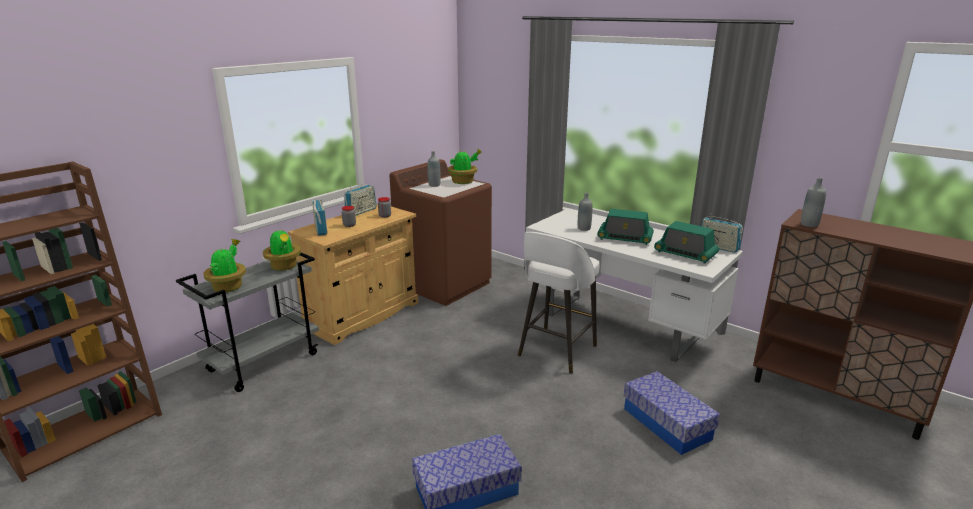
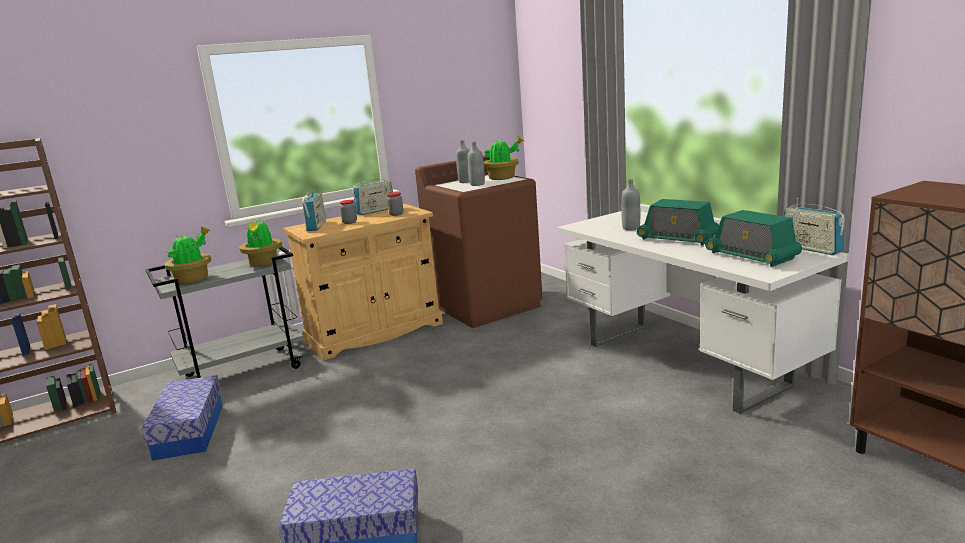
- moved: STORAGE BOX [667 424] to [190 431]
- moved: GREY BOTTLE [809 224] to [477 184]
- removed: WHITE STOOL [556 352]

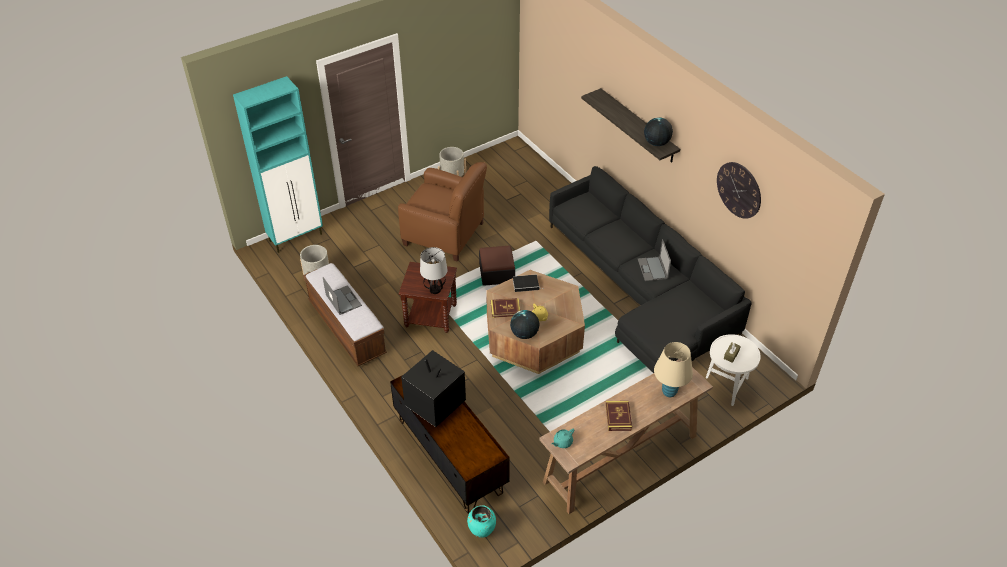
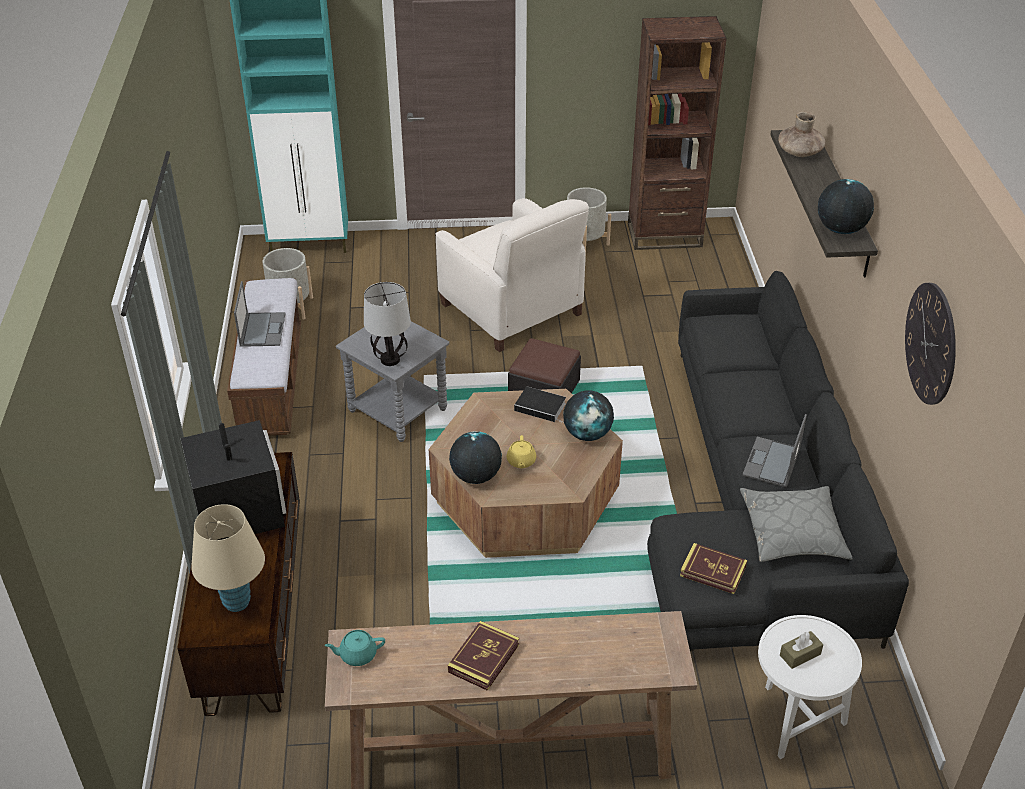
- moved: BEIGE TABLE LAMP [669 392] to [236 602]
- recoloured: BROWN SIDE TABLE [431 315] to GREY SIDE TABLE [398 410]
- recoloured: BROWN ARMCHAIR [445 234] to WHITE ARMCHAIR [512 310]
- added: GLOBE [587 434]
- added: BROWN BOOKCASE [664 235]
- moved: BOOK [505 309] to [713 571]
- added: GREY PILLOW [793 533]
- added: BROWN VASE [799 152]
- removed: TURQUOISE VASE [481 531]

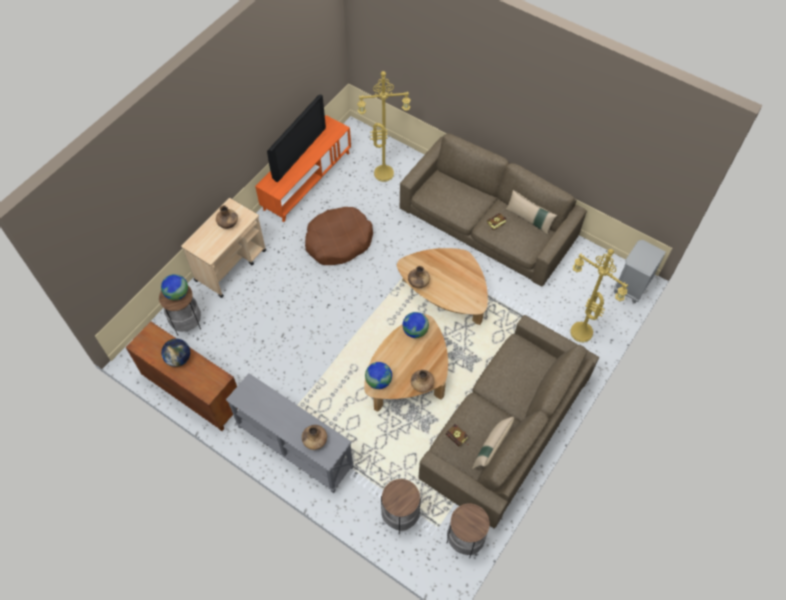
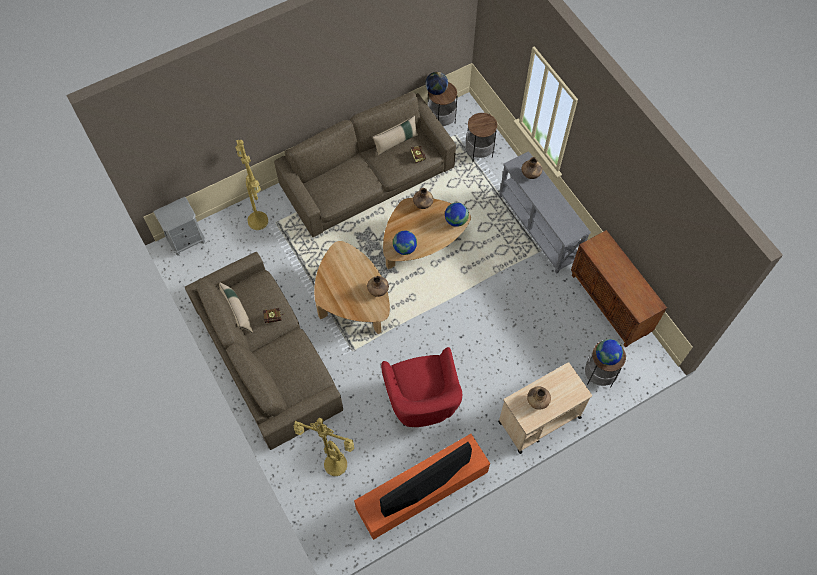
- replaced: BROWN DOG BED [338 241] to RED ARMCHAIR [422 400]
- moved: GLOBE [179 358] to [436 90]

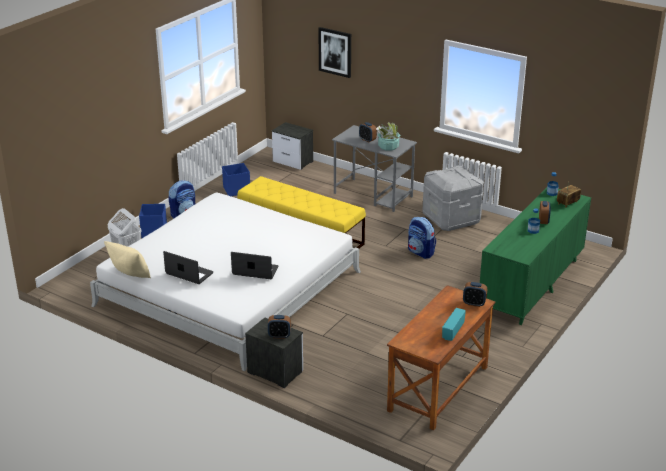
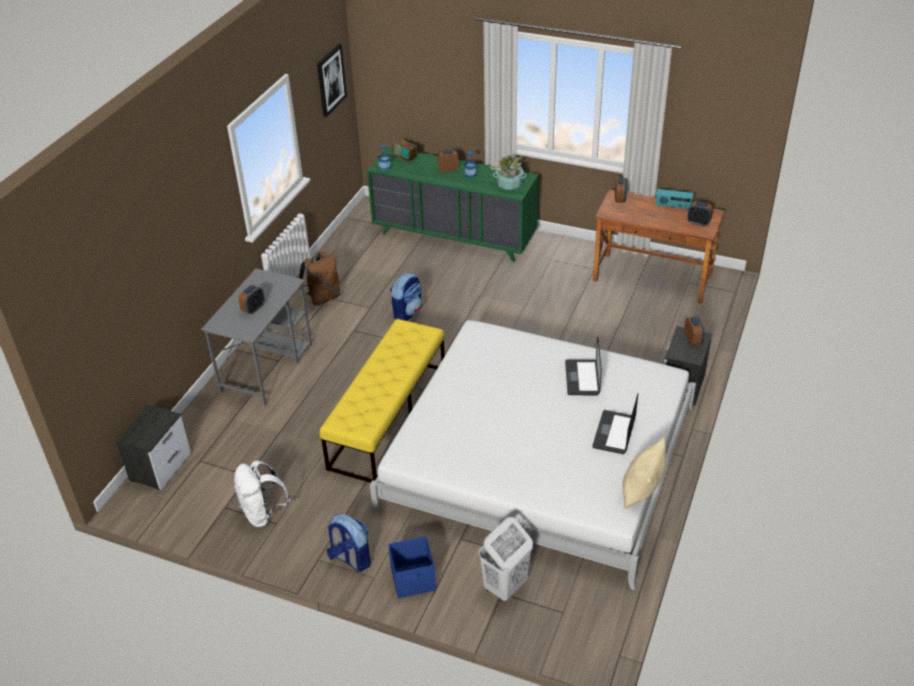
- replaced: BLUE STORAGE BOX [236 190] to WHITE BACKPACK [263 513]
- replaced: GREY STORAGE BOX [451 219] to BROWN BACKPACK [323 298]
- moved: PICTURE [335 52] to [331 80]
- moved: POTTED PLANT [388 146] to [509 184]
- added: ALARM CLOCK [698 223]

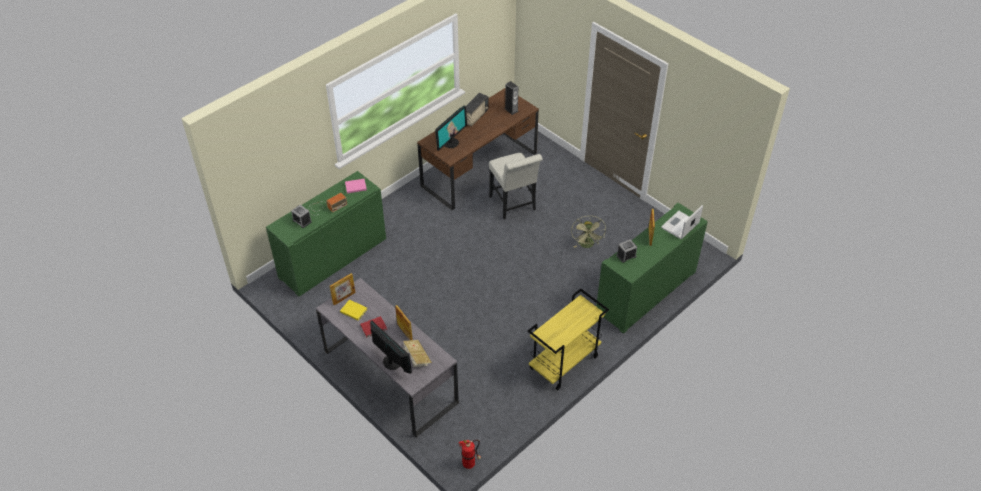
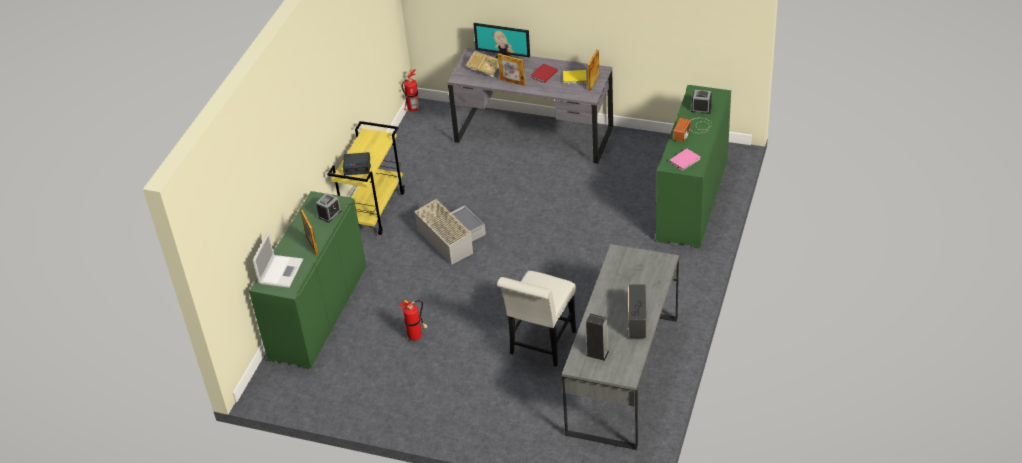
- added: ALARM CLOCK [357 166]
- replaced: GREEN FAN [587 245] to FIRE EXTINGUISHER [416 336]
- added: GREY STORAGE BOX [451 237]
- turned: WHITE CHAIR [514 205] = [540 346] 105 degrees counterclockwise
- recoloured: BROWN DESK [479 170] to GREY DESK [623 374]
- removed: MONITOR [451 143]

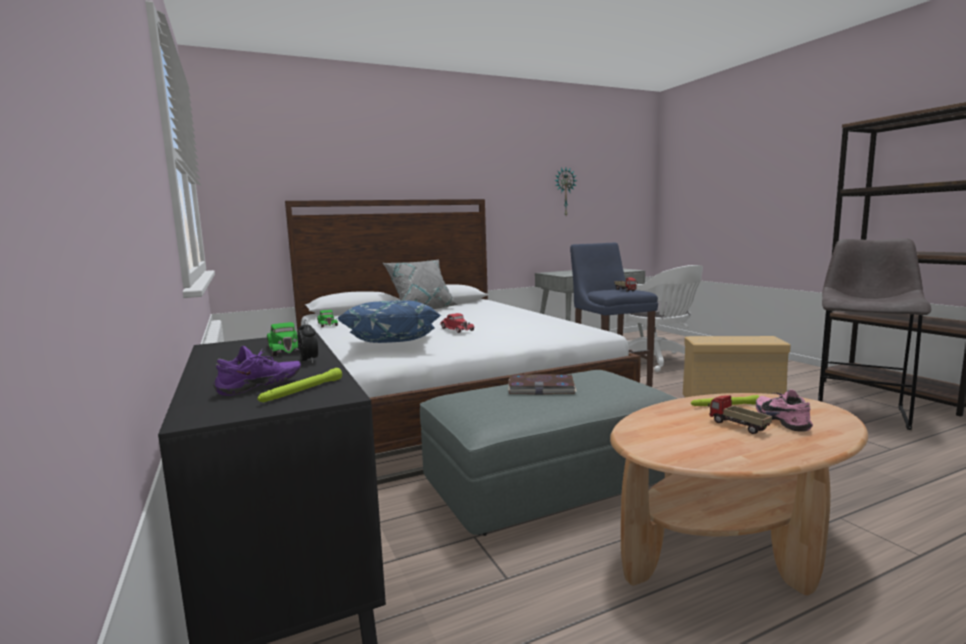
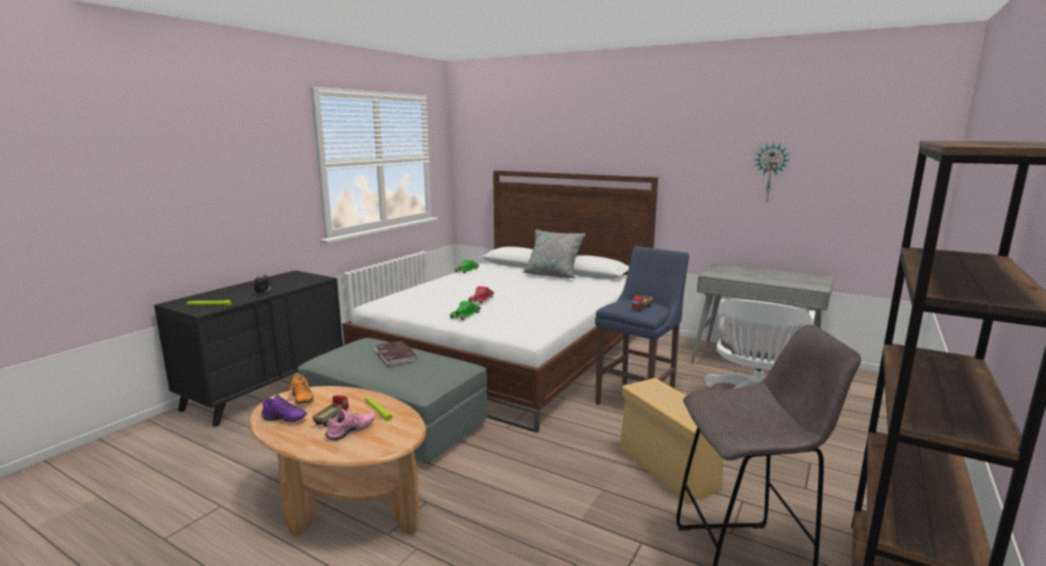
- moved: PURPLE SHOE [260 387] to [283 420]
- added: ORANGE SHOE [300 399]
- moved: GREEN TOY CAR [285 348] to [466 315]
- removed: BLUE PILLOW [392 344]

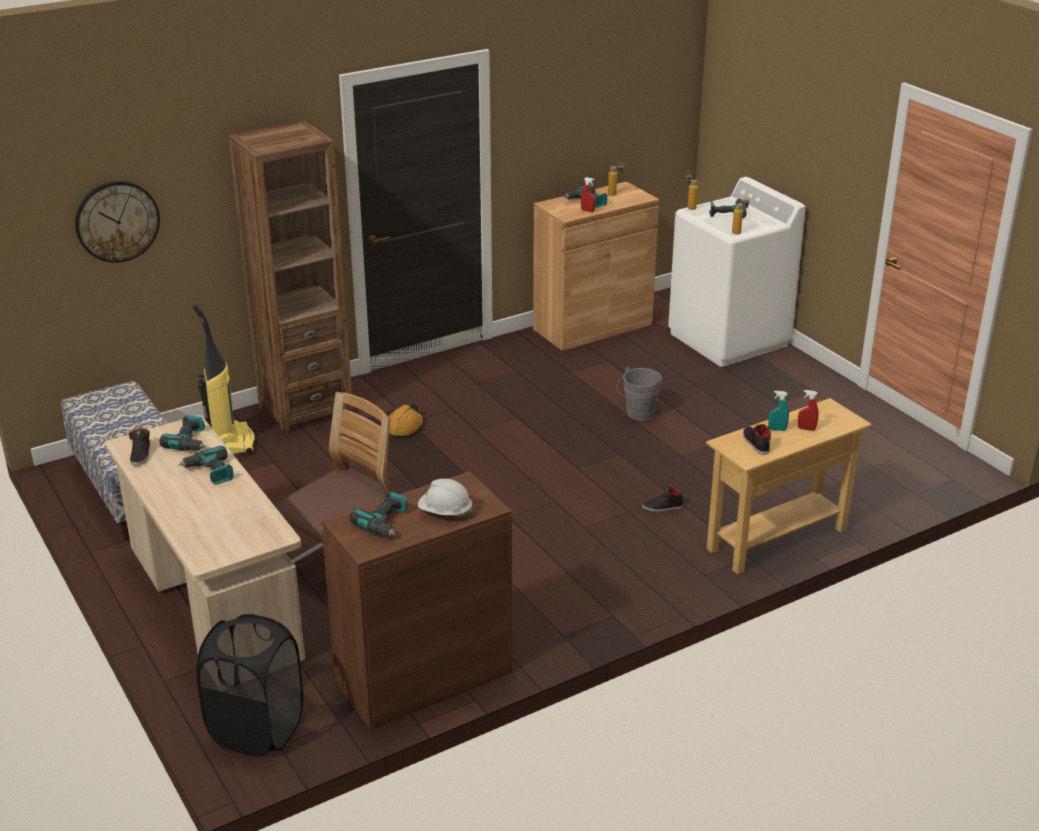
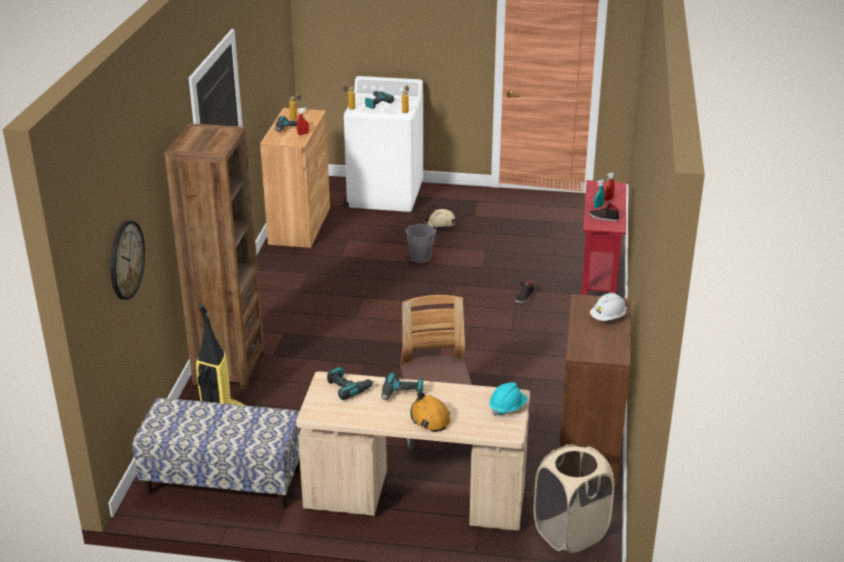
- moved: ORANGE HARD HAT [404 427] to [430 418]
- added: BEIGE HARD HAT [440 224]
- added: TURQUOISE HARD HAT [507 408]
- recoloured: BLACK LAUNDRY BASKET [257 730] to BEIGE LAUNDRY BASKET [570 532]
- recoloured: BEIGE CONSOLE TABLE [777 539] to RED CONSOLE TABLE [598 280]
- removed: BLACK SHOE [141 454]
- removed: POWER DRILL [386 523]

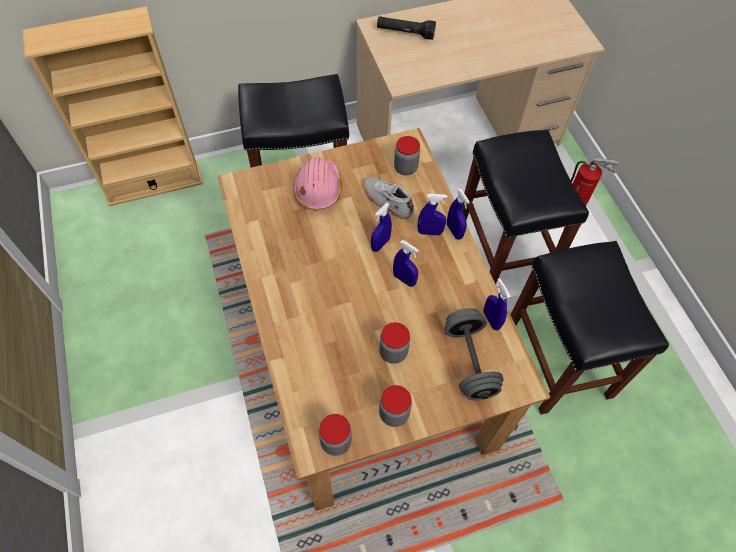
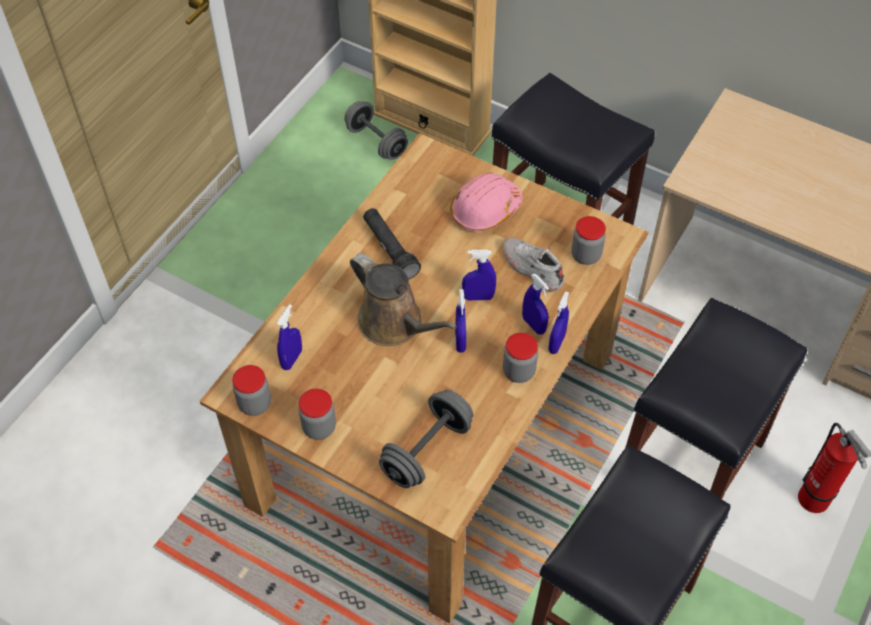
- moved: BLUE SPRAY BOTTLE [491 320] to [292 359]
- added: GREY DUMBBELL [376 142]
- added: BROWN WATERING CAN [395 324]
- moved: BLACK FLASHLIGHT [405 33] to [389 250]
- turned: WHITE SHOE [387 201] = [531 268] 45 degrees counterclockwise
- moved: JAR [393 352] to [519 371]

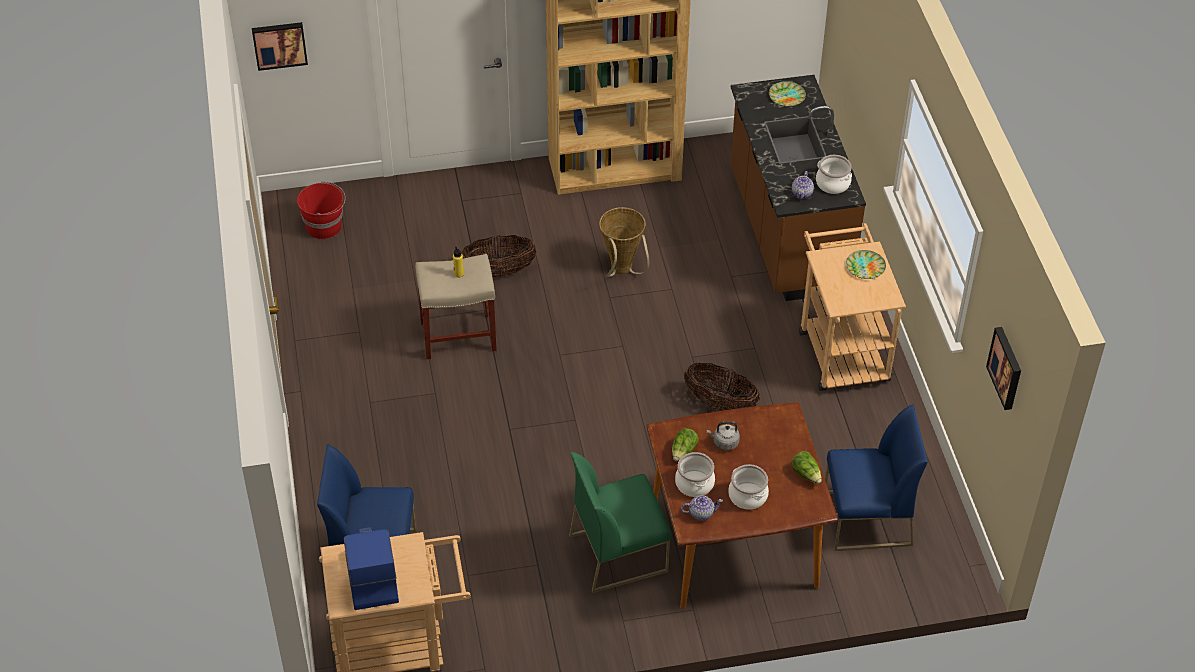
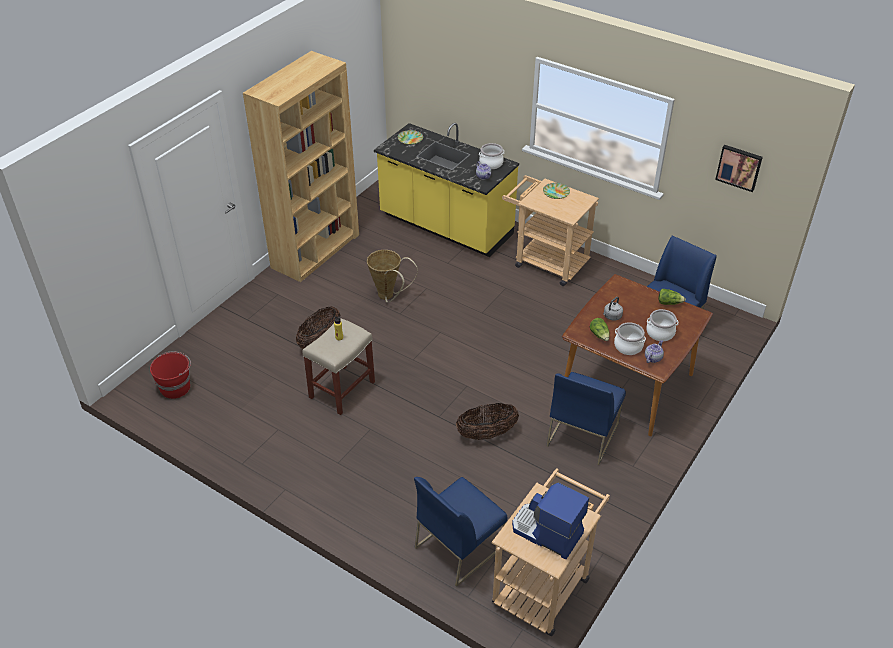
- recoloured: BROWN COUNTER [786 232] to YELLOW COUNTER [445 226]
- moved: BASKET [720 404] to [486 434]
- recoloured: GREEN CHAIR [618 552] to BLUE CHAIR [582 434]
- removed: PICTURE [279 44]

